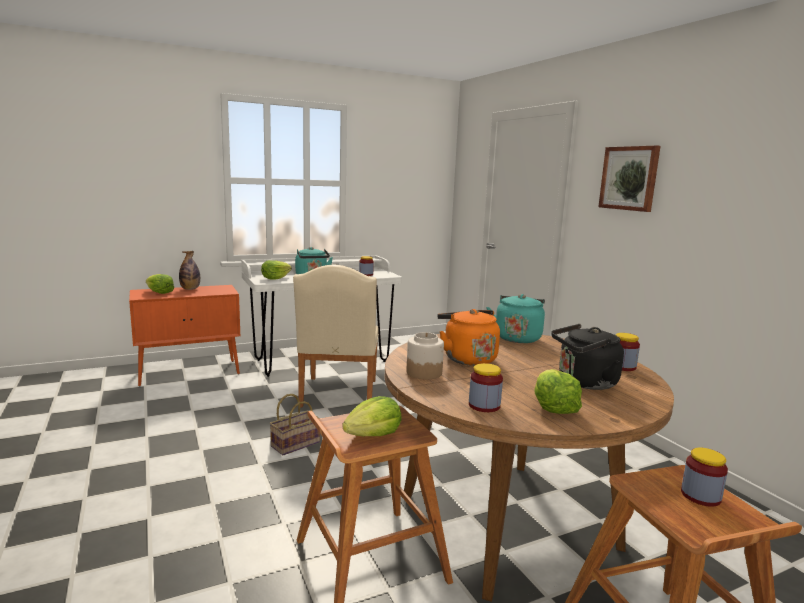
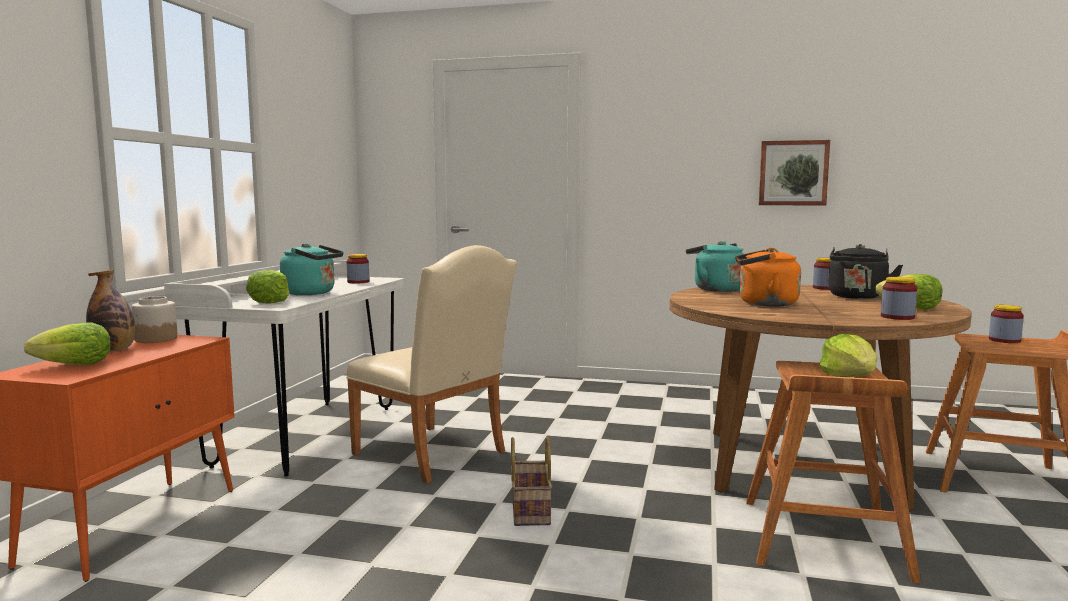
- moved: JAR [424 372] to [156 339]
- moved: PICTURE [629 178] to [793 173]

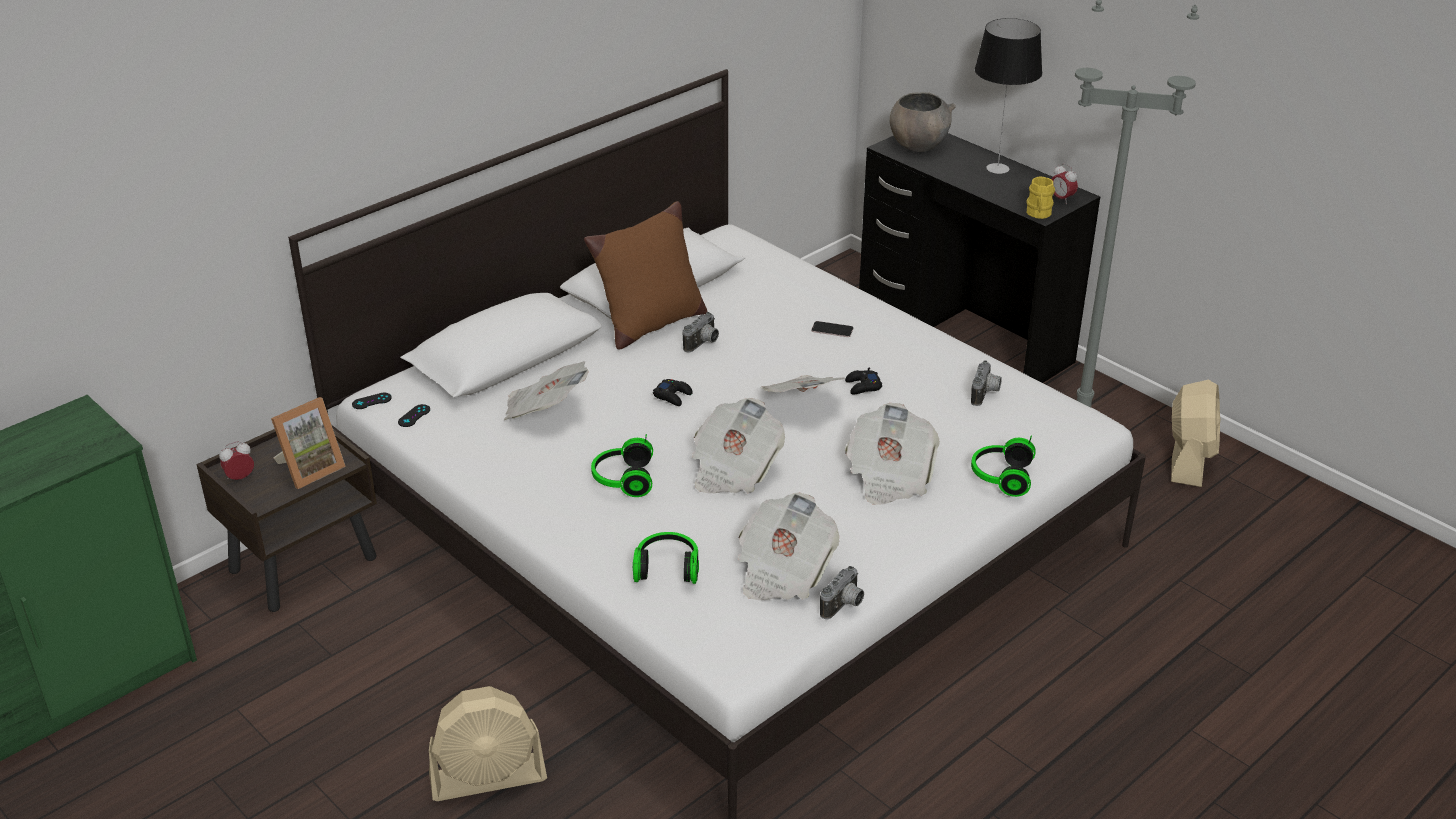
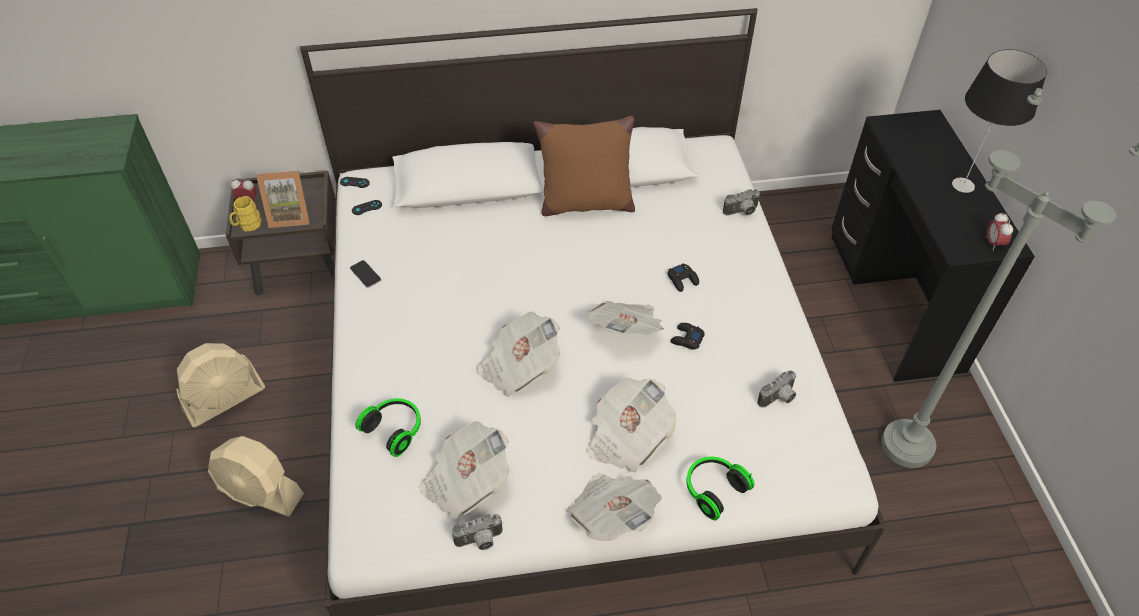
- moved: BEIGE FAN [1189 459] to [225 399]
- moved: YELLOW MUG [1038 214] to [247 225]
- moved: PHONE [832 330] to [365 274]
- moved: NEWSPAPER [545 410] to [612 514]
- moved: BLACK GAME CONTROLLER [673 396] to [682 280]
- moved: PHOTO CAMERA [703 344] to [742 212]
- removed: HEADPHONES [622 480]
- removed: GREY BOWL [918 145]

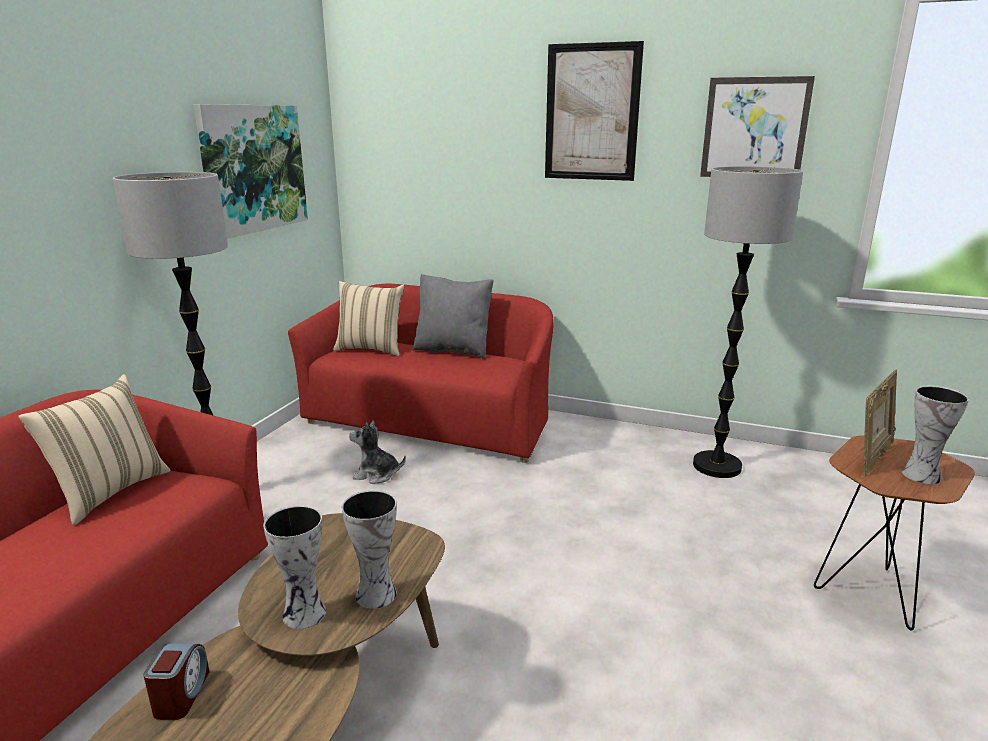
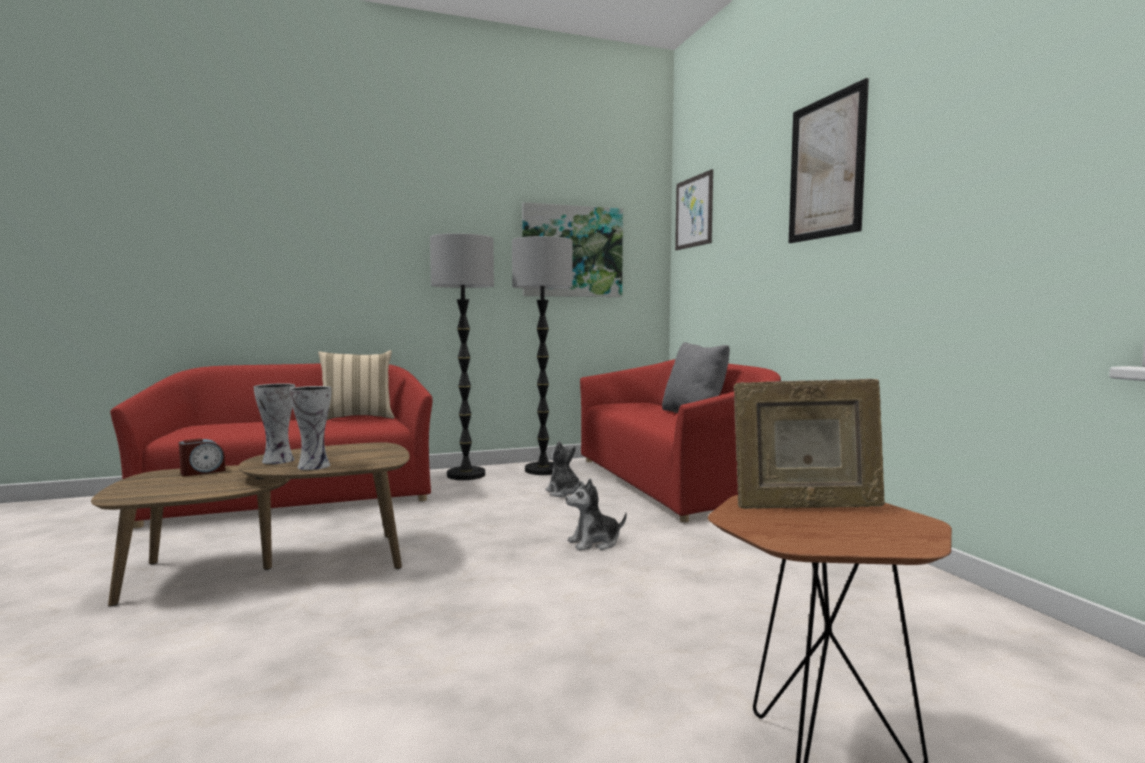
- moved: FLOOR LAMP [716 466] to [543 470]
- added: PLUSH TOY [594 543]
- moved: PICTURE [754 128] to [694 212]
- removed: BEIGE PILLOW [371 349]
- removed: VASE [920 474]

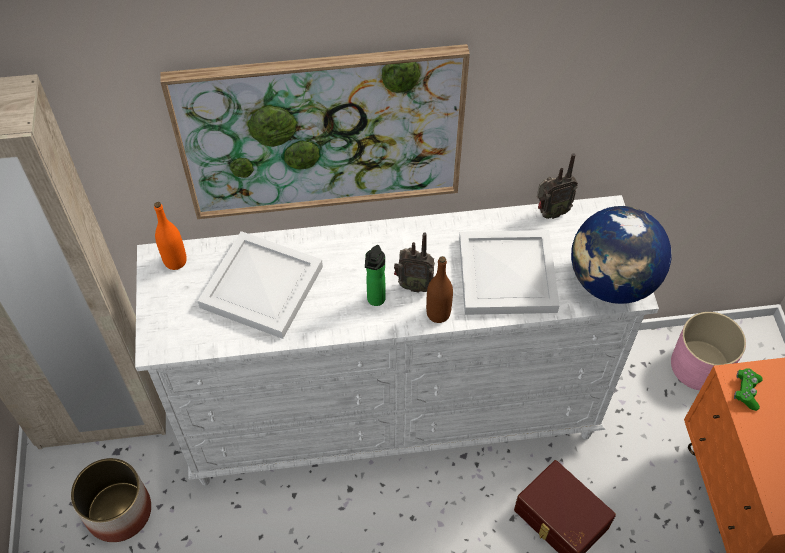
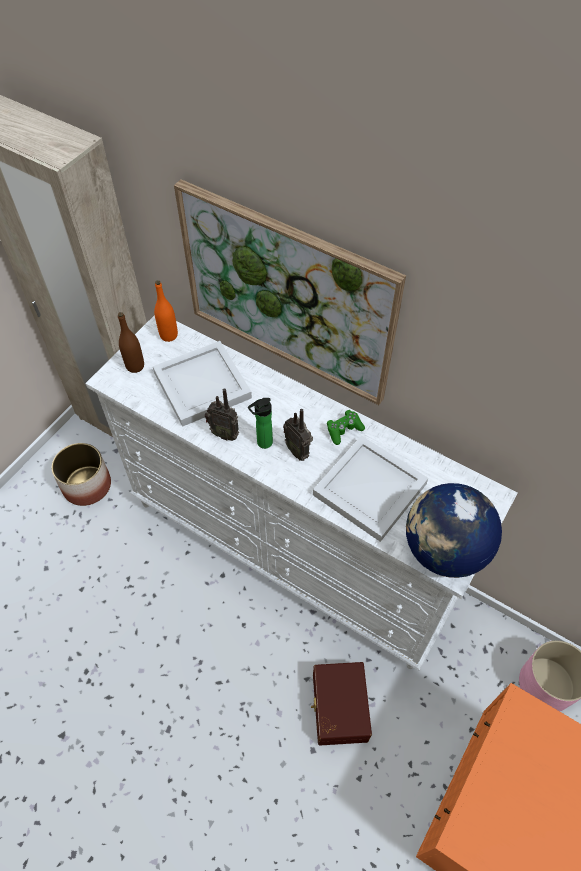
- moved: BROWN BOTTLE [438 313] to [135 366]
- moved: RADIO [550 212] to [225 433]
- moved: GREEN GAME CONTROLLER [746 391] to [344 430]

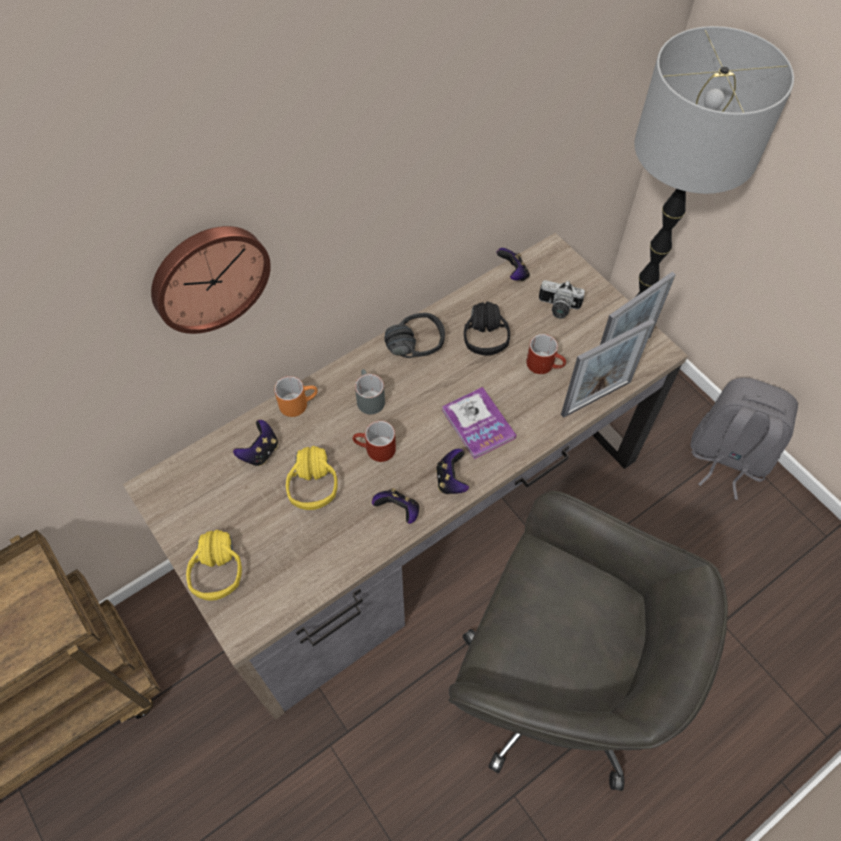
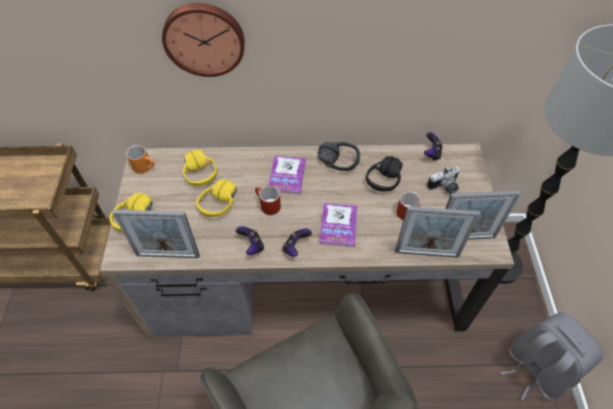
- added: PICTURE FRAME [168 255]
- moved: ORANGE MUG [298 403] to [145 167]
- replaced: GAME CONTROLLER [260 452] to YELLOW HEADPHONES [206 171]
- replaced: GREY MUG [368 398] to BOOK [287 175]
- turned: PHOTO CAMERA [558 308] = [444 187] 75 degrees counterclockwise

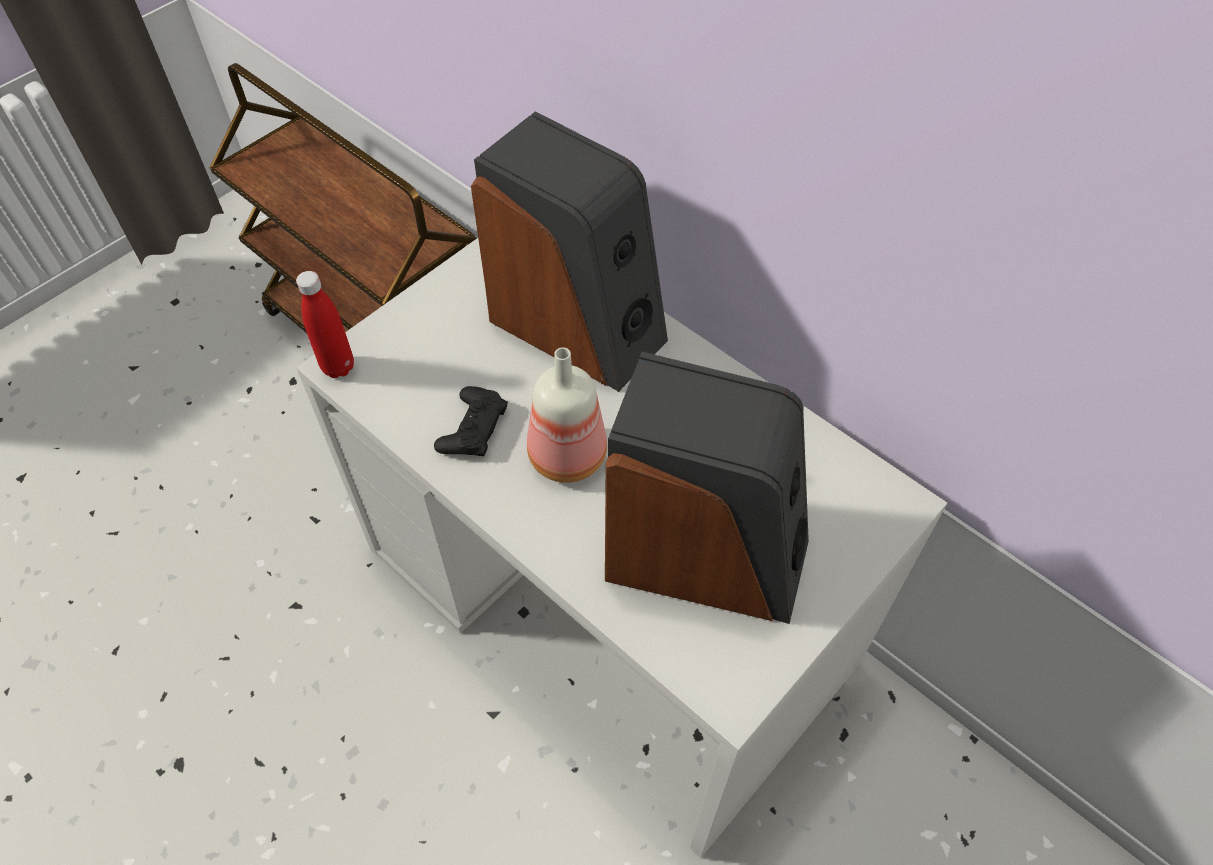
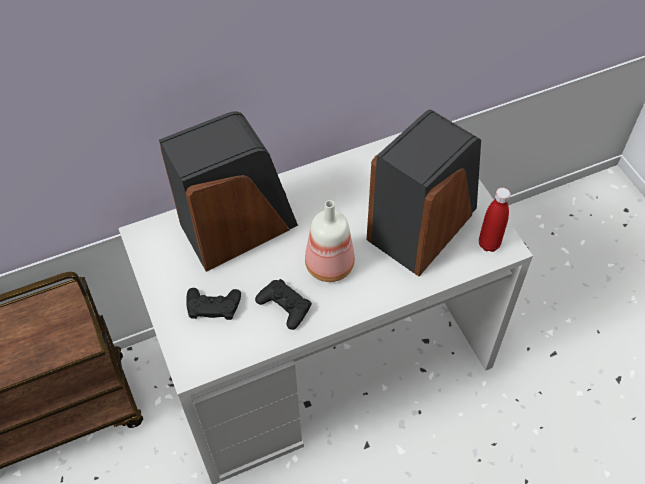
- added: BLACK GAME CONTROLLER [213 306]
- moved: RED BOTTLE [338 367] to [489 244]

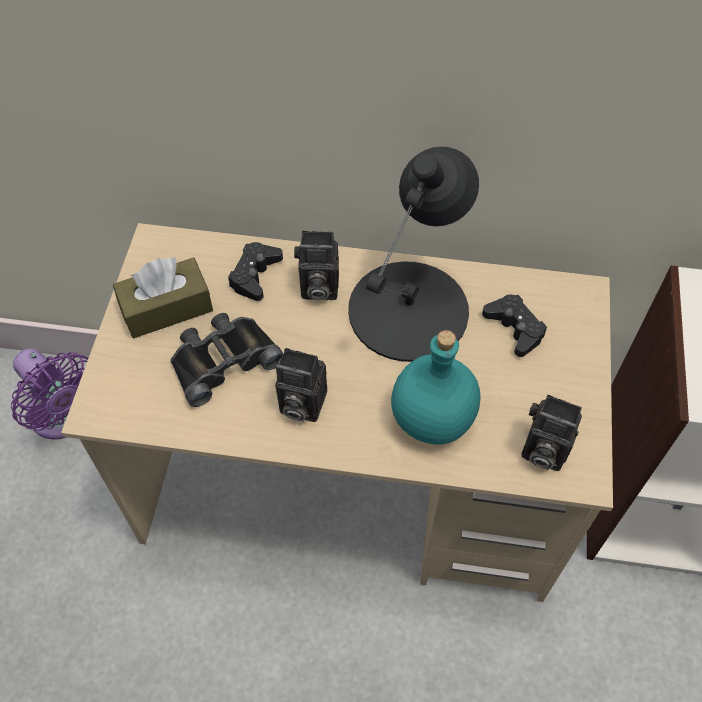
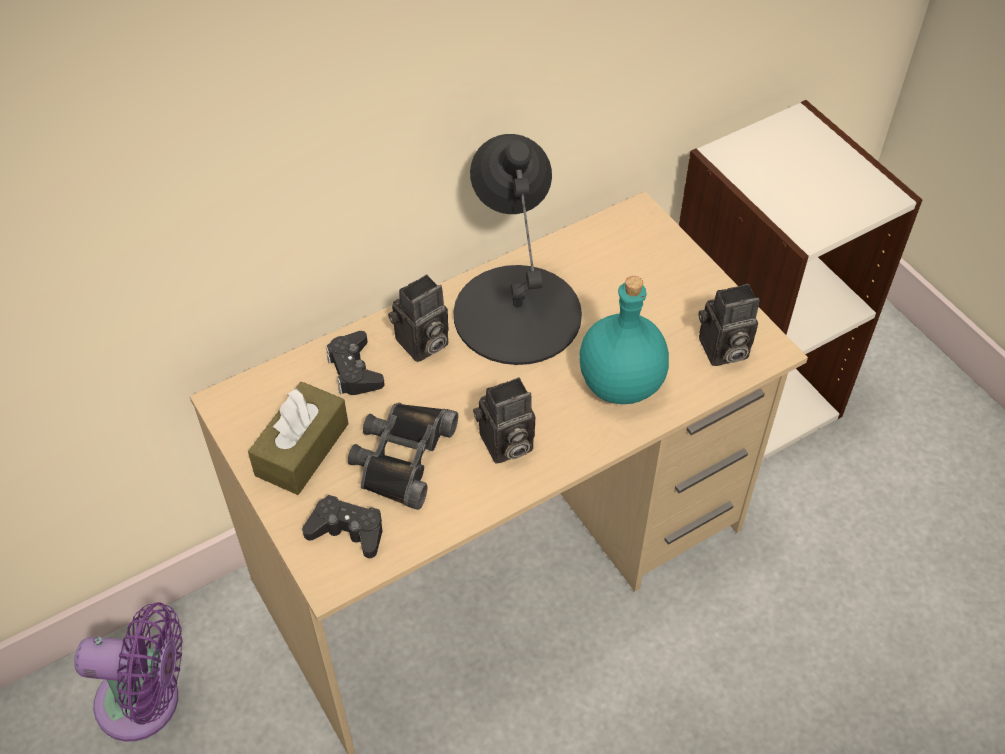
- moved: BLACK GAME CONTROLLER [514 328] to [347 531]

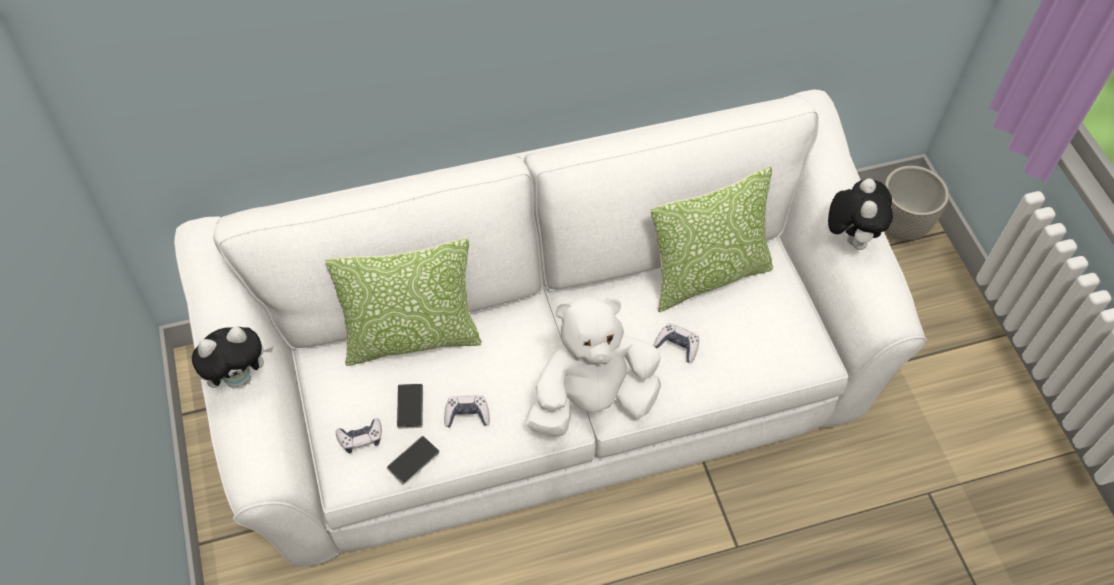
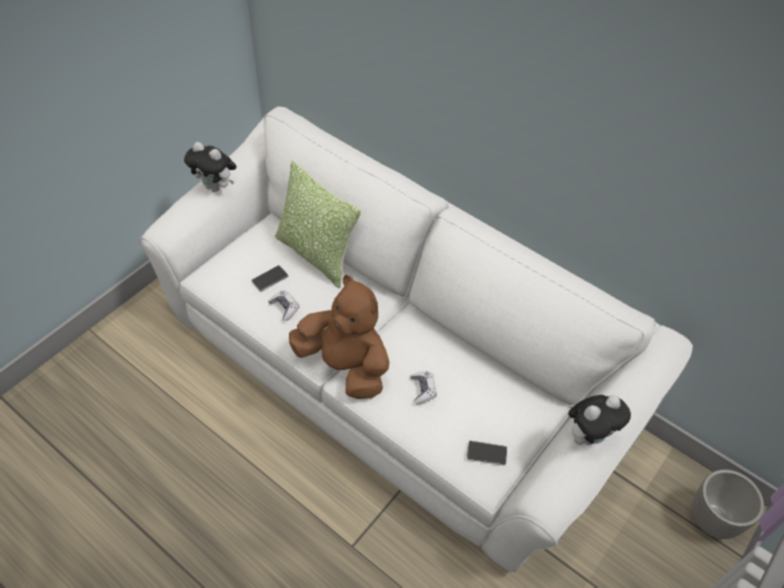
- recoloured: WHITE PLUSH TOY [591 401] to BROWN PLUSH TOY [345 366]
- moved: PHONE [413 460] to [486 453]
- removed: GAME CONTROLLER [361 438]
- removed: PILLOW [707 276]

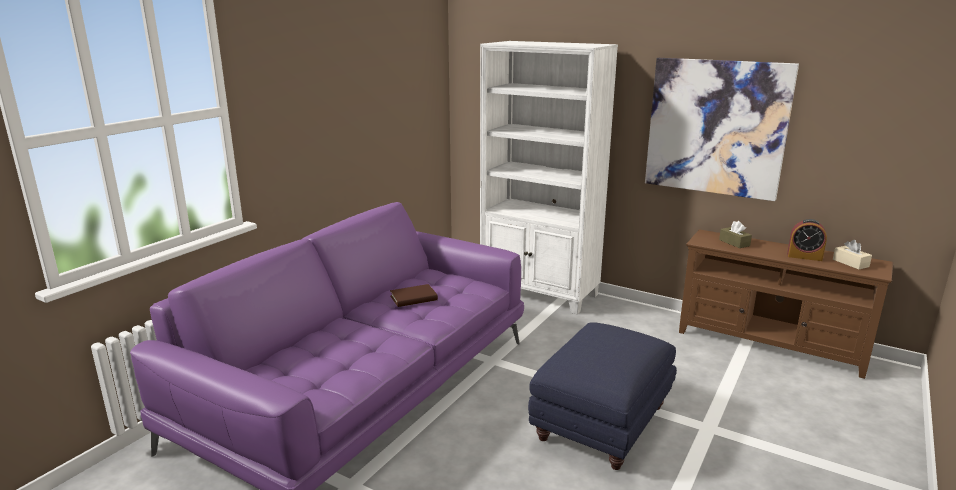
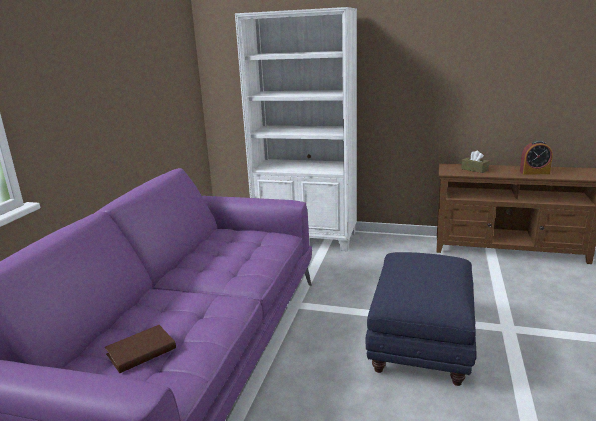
- moved: BROWN BOOK [413 298] to [141 351]
- removed: PICTURE [716 127]
- removed: BEIGE TISSUE BOX [850 263]

